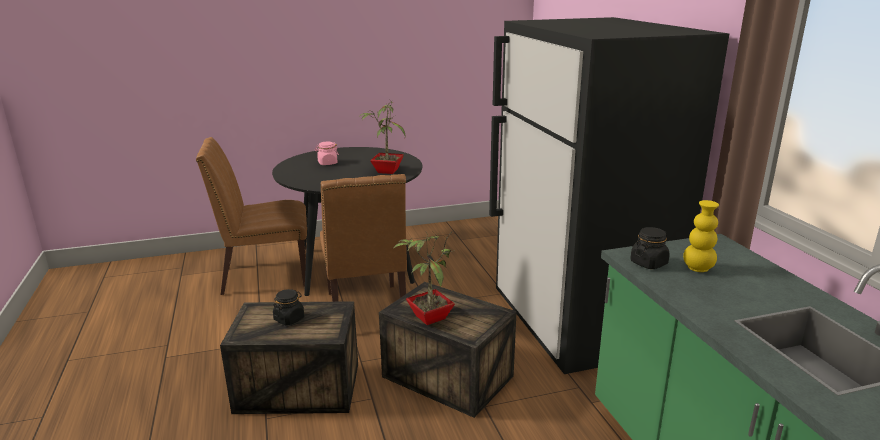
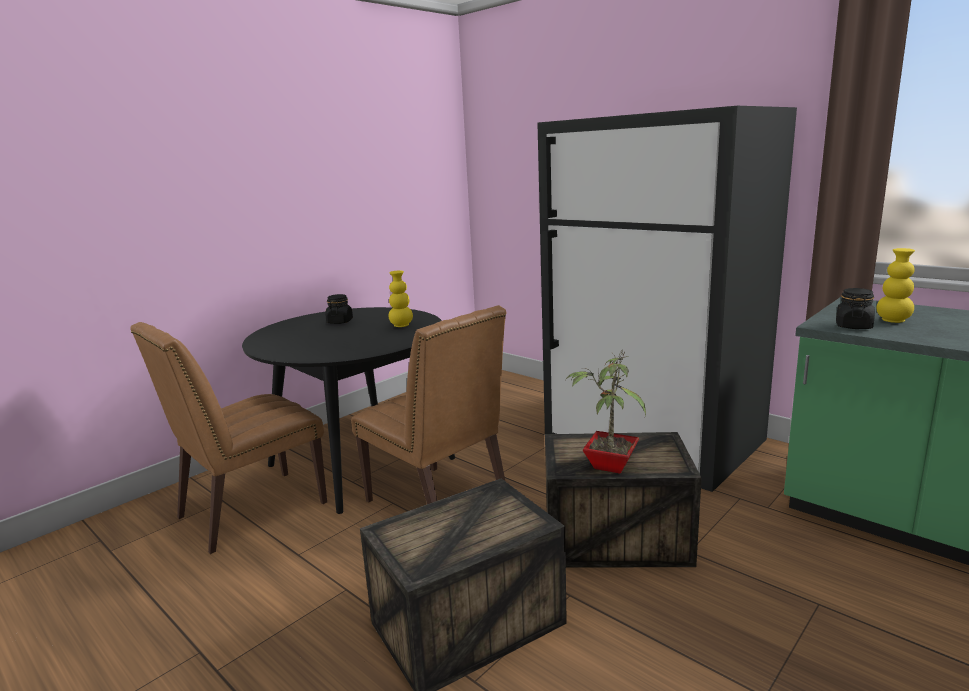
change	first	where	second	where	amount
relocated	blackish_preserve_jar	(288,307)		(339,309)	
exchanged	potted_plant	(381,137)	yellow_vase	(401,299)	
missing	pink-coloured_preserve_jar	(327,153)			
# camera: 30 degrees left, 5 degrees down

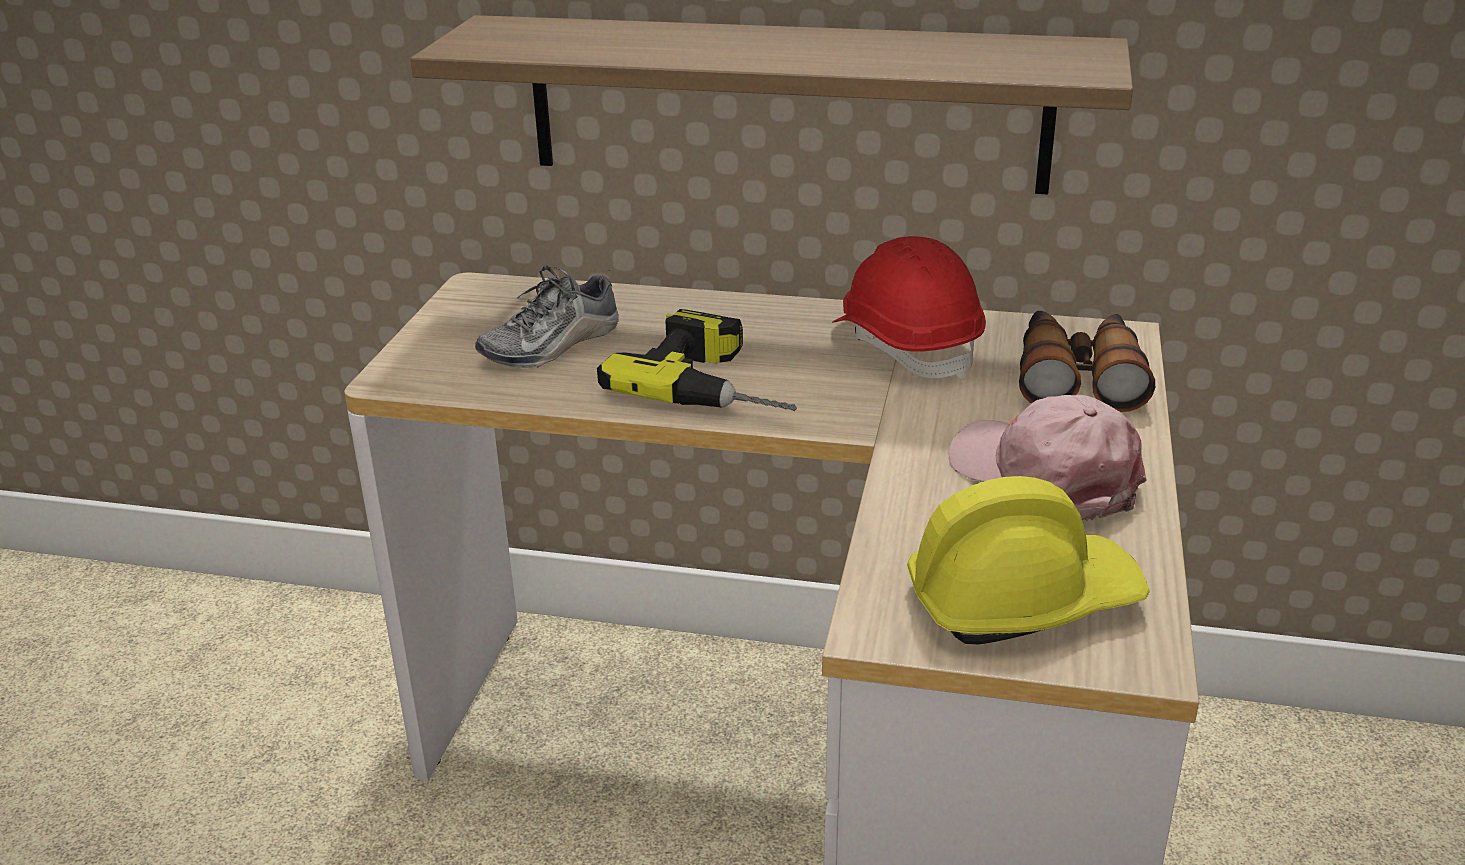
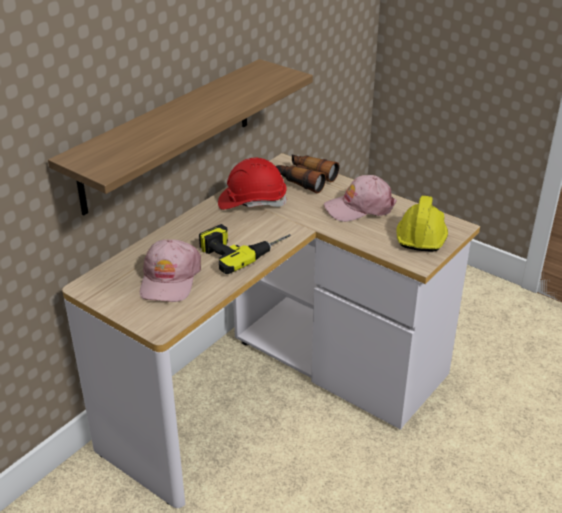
change	first	where	second	where	amount
exchanged	item_of_footwear	(547,316)	pink-coloured_baseball_cap	(170,270)	
# camera: 65 degrees left, 5 degrees up

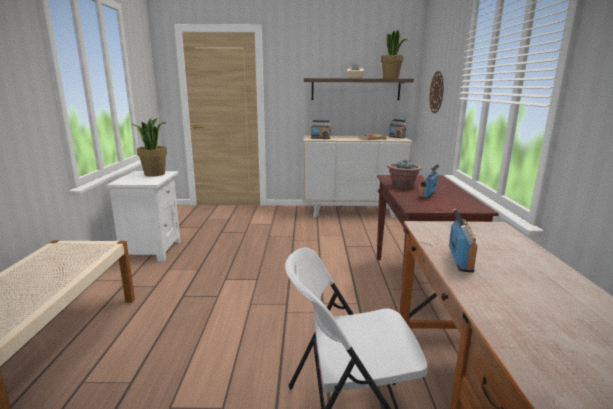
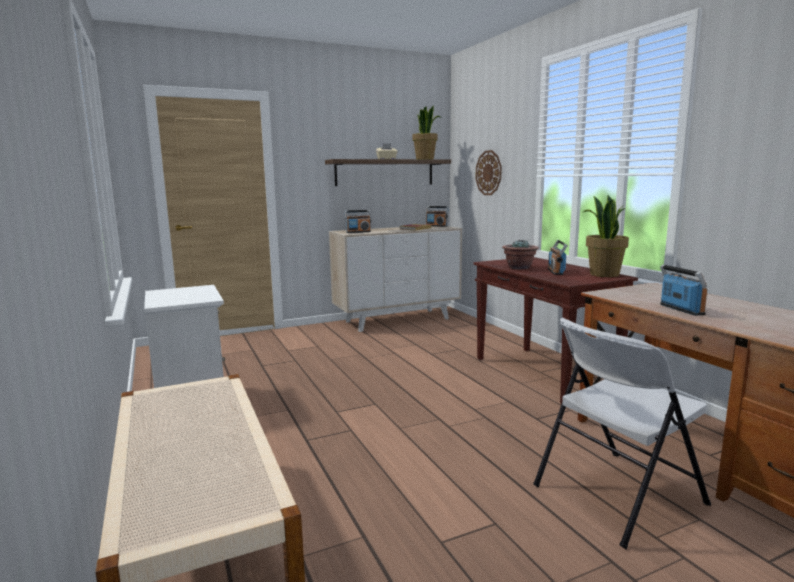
change	first	where	second	where	amount
relocated	potted_plant	(149,147)		(606,236)	
# camera: 25 degrees left, 5 degrees down

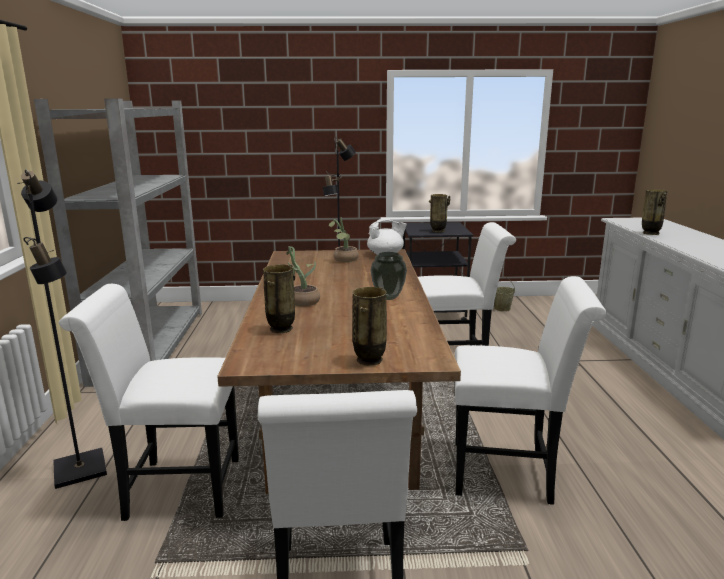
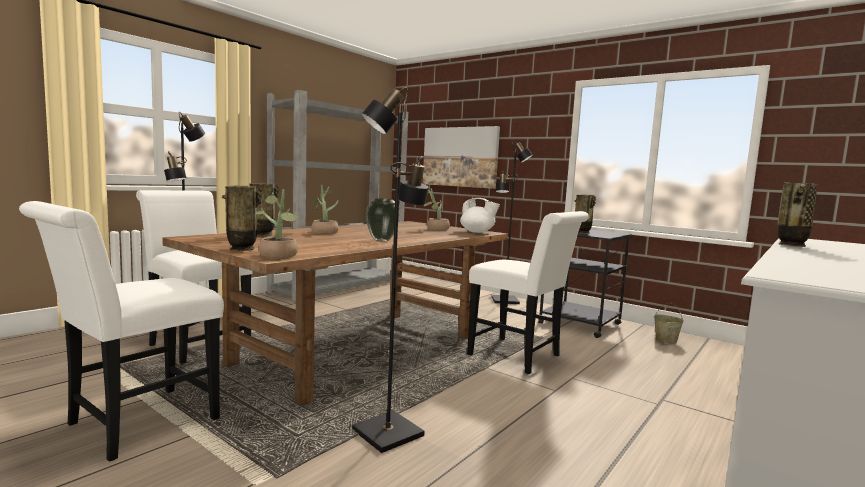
change	first	where	second	where	amount
appeared			potted_plant	(277,224)	
exchanged	whitish_upright_chair	(531,390)	blackish_standing_lamp	(390,270)	
appeared			picture	(461,157)	
# camera: 40 degrees right, 10 degrees down

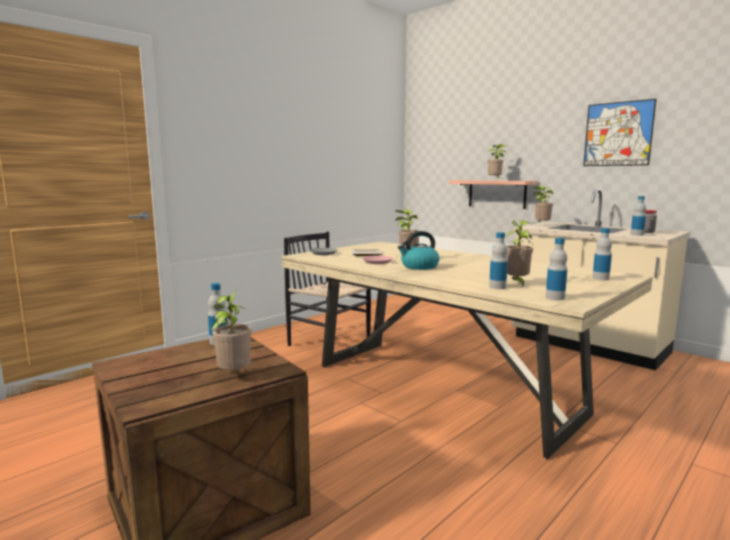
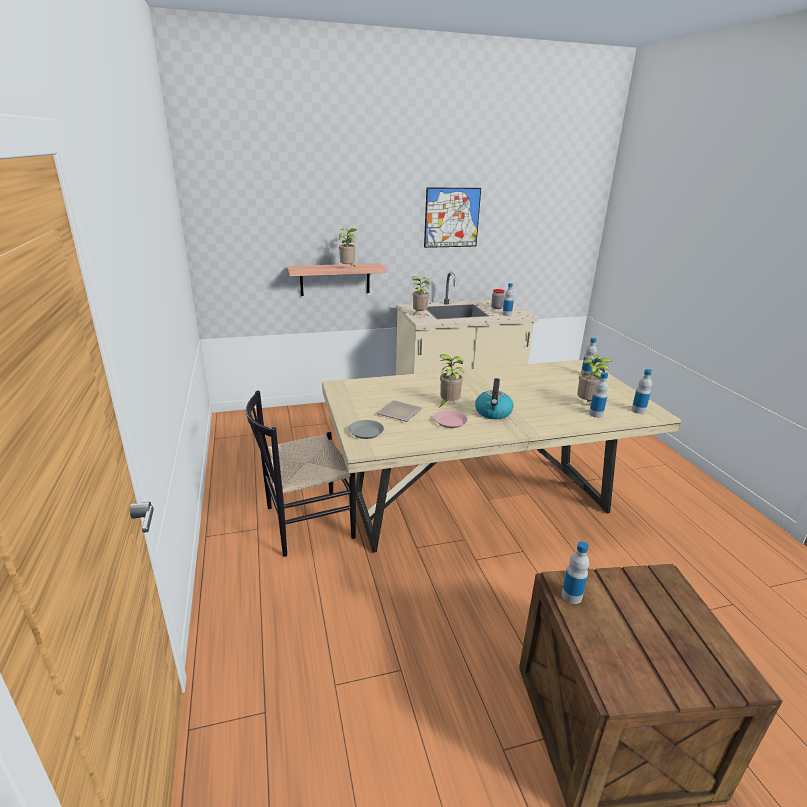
change	first	where	second	where	amount
missing	potted_plant	(231,330)			
# camera: 60 degrees left, 15 degrees up

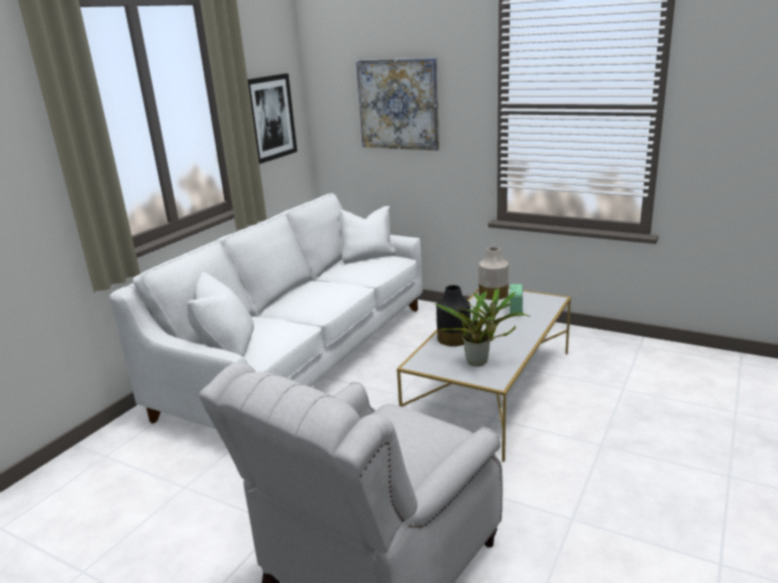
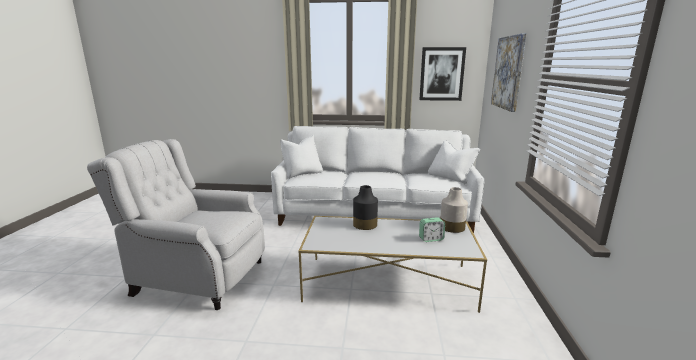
change	first	where	second	where	amount
missing	potted_plant	(482,327)			
# camera: 65 degrees right, 5 degrees down

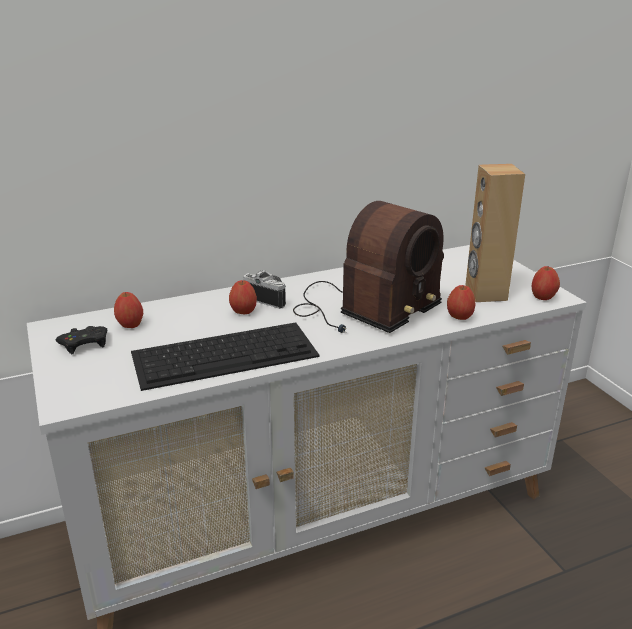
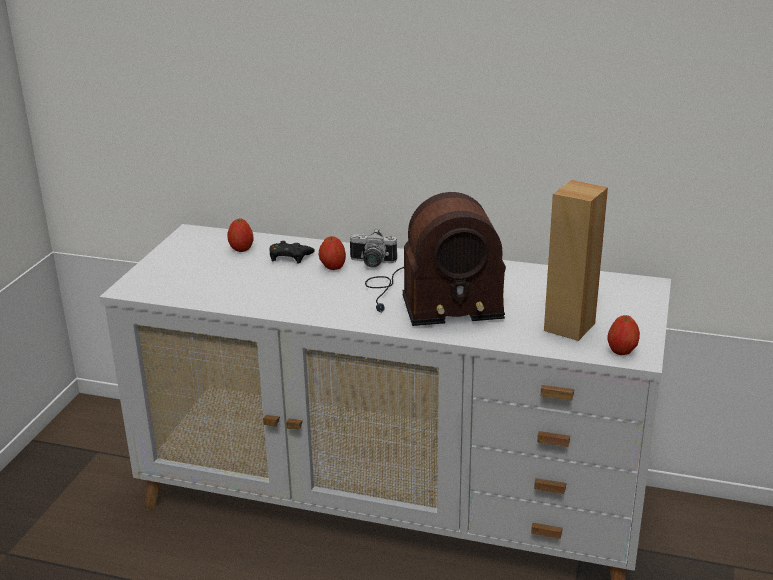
change	first	where	second	where	amount
relocated	blackish_gamepad	(81,340)		(292,252)	
spun	still_camera	(265,289)		(373,248)	120 degrees clockwise
missing	PC_keyboard	(225,356)			
missing	whole_apple	(461,302)			
# camera: 40 degrees right, 0 degrees up

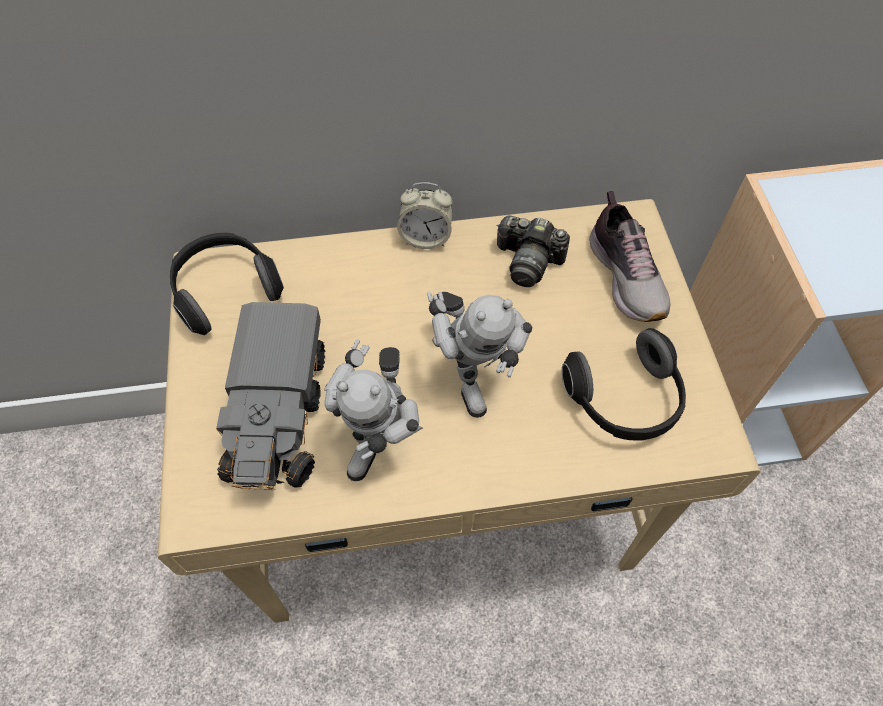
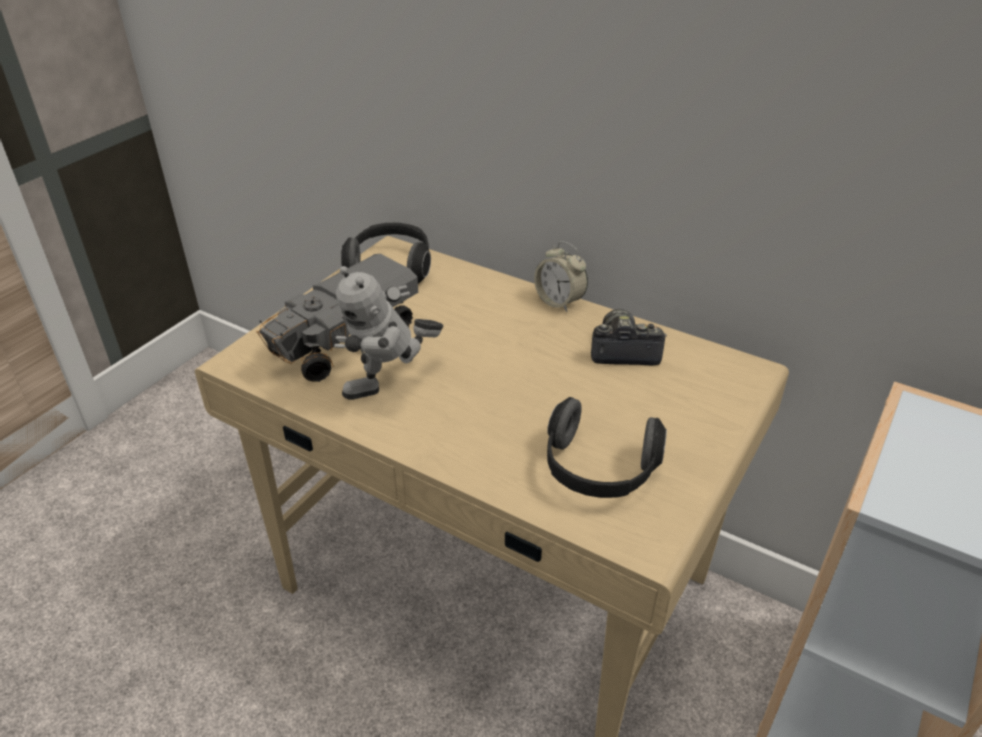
change	first	where	second	where	amount
spun	still_camera	(533,251)		(629,337)	120 degrees clockwise
missing	toy_robot	(479,355)			
missing	item_of_footwear	(630,256)			
# camera: 40 degrees right, 20 degrees down

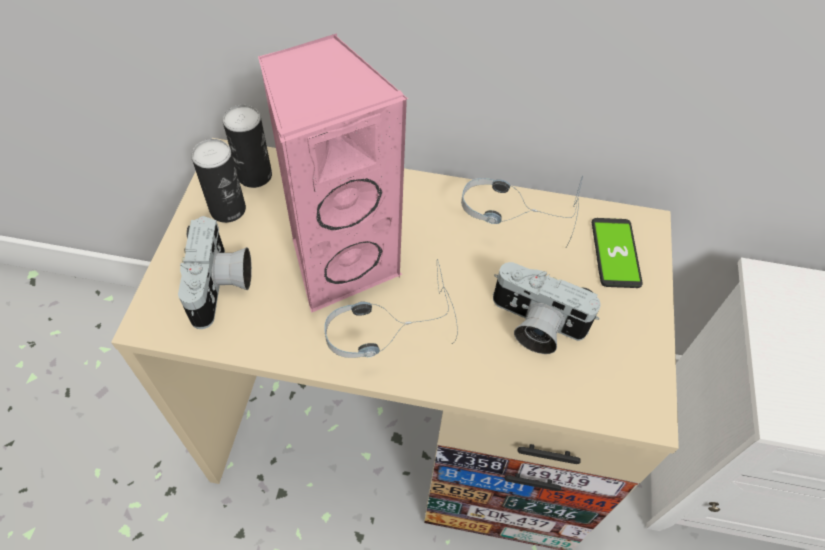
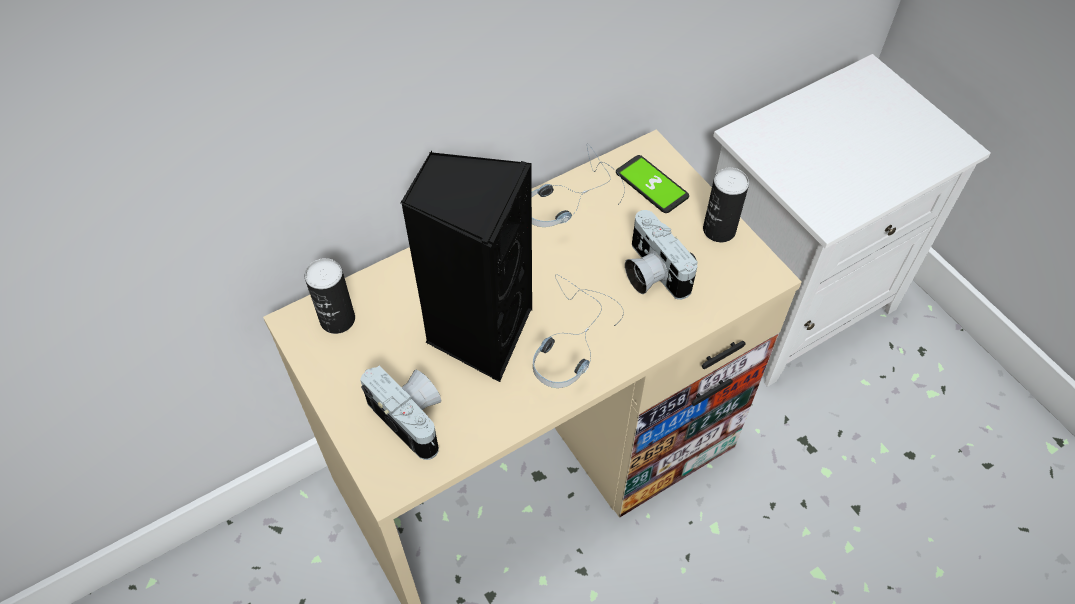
change	first	where	second	where	amount
colour	pink-coloured_speaker	(333,173)	blackish_speaker	(467,266)	
spun	still_camera	(547,308)		(661,255)	75 degrees clockwise
relocated	metal_can	(218,181)		(726,204)	
# camera: 40 degrees left, 0 degrees up

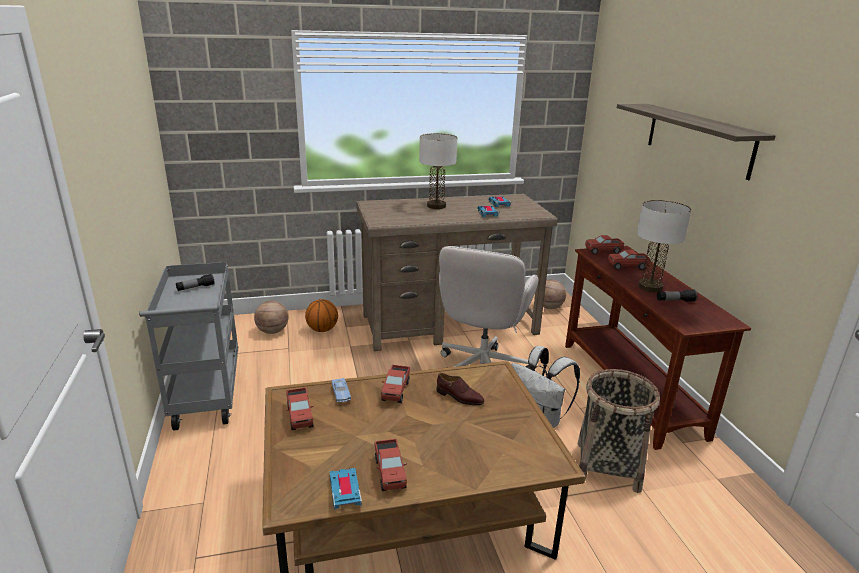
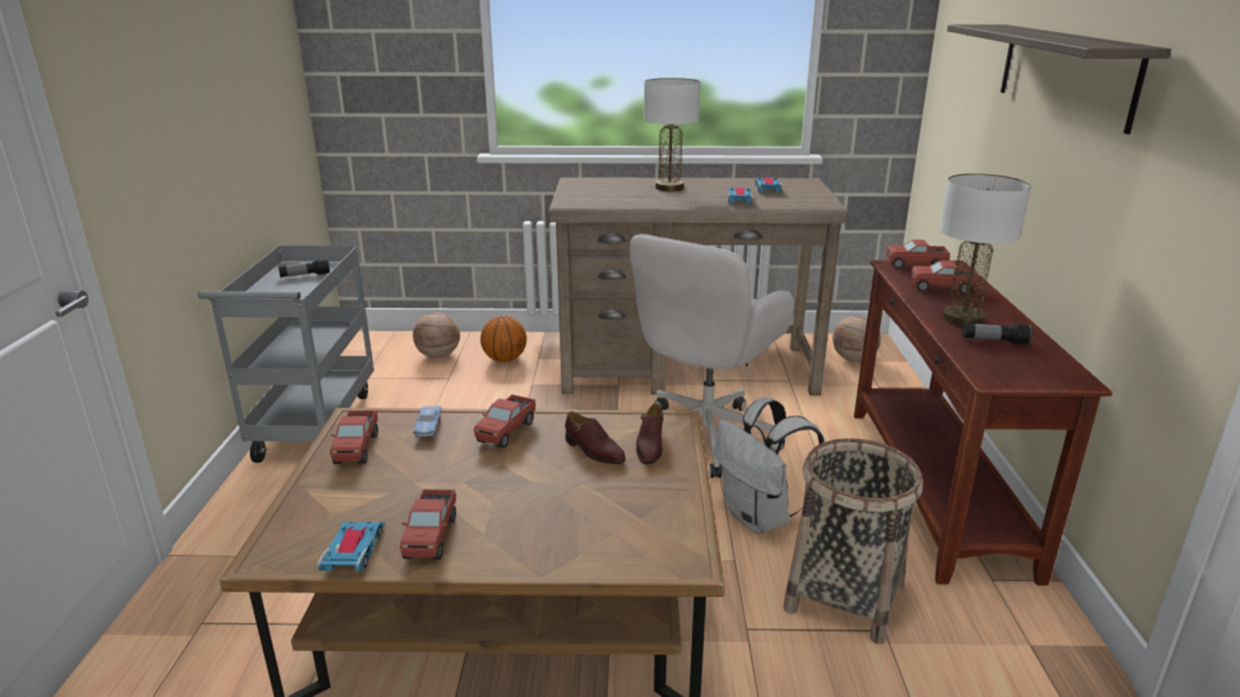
change	first	where	second	where	amount
appeared			brownish_item_of_footwear	(649,433)	
# camera: 15 degrees right, 0 degrees up

